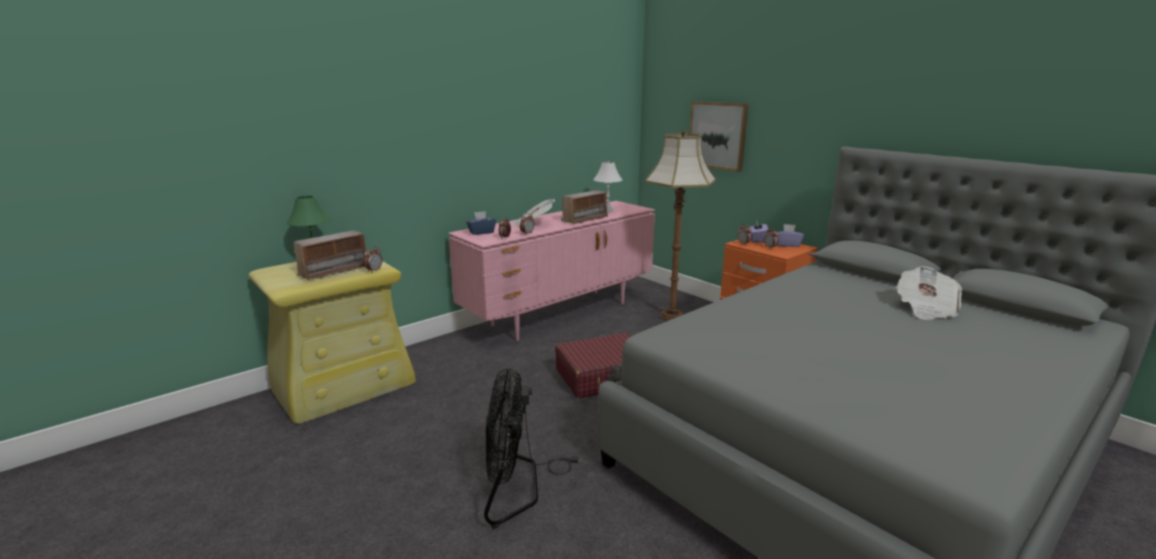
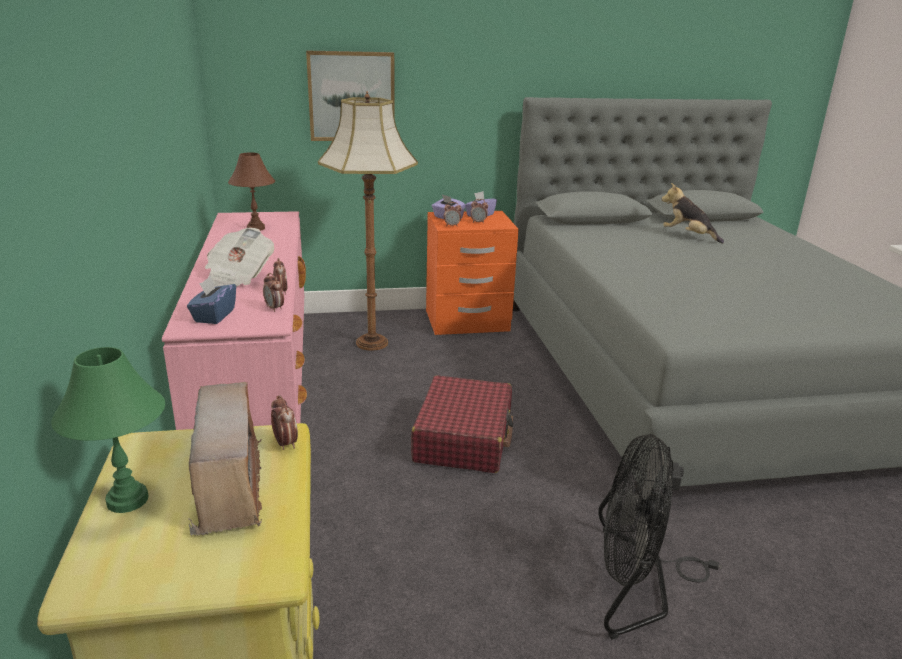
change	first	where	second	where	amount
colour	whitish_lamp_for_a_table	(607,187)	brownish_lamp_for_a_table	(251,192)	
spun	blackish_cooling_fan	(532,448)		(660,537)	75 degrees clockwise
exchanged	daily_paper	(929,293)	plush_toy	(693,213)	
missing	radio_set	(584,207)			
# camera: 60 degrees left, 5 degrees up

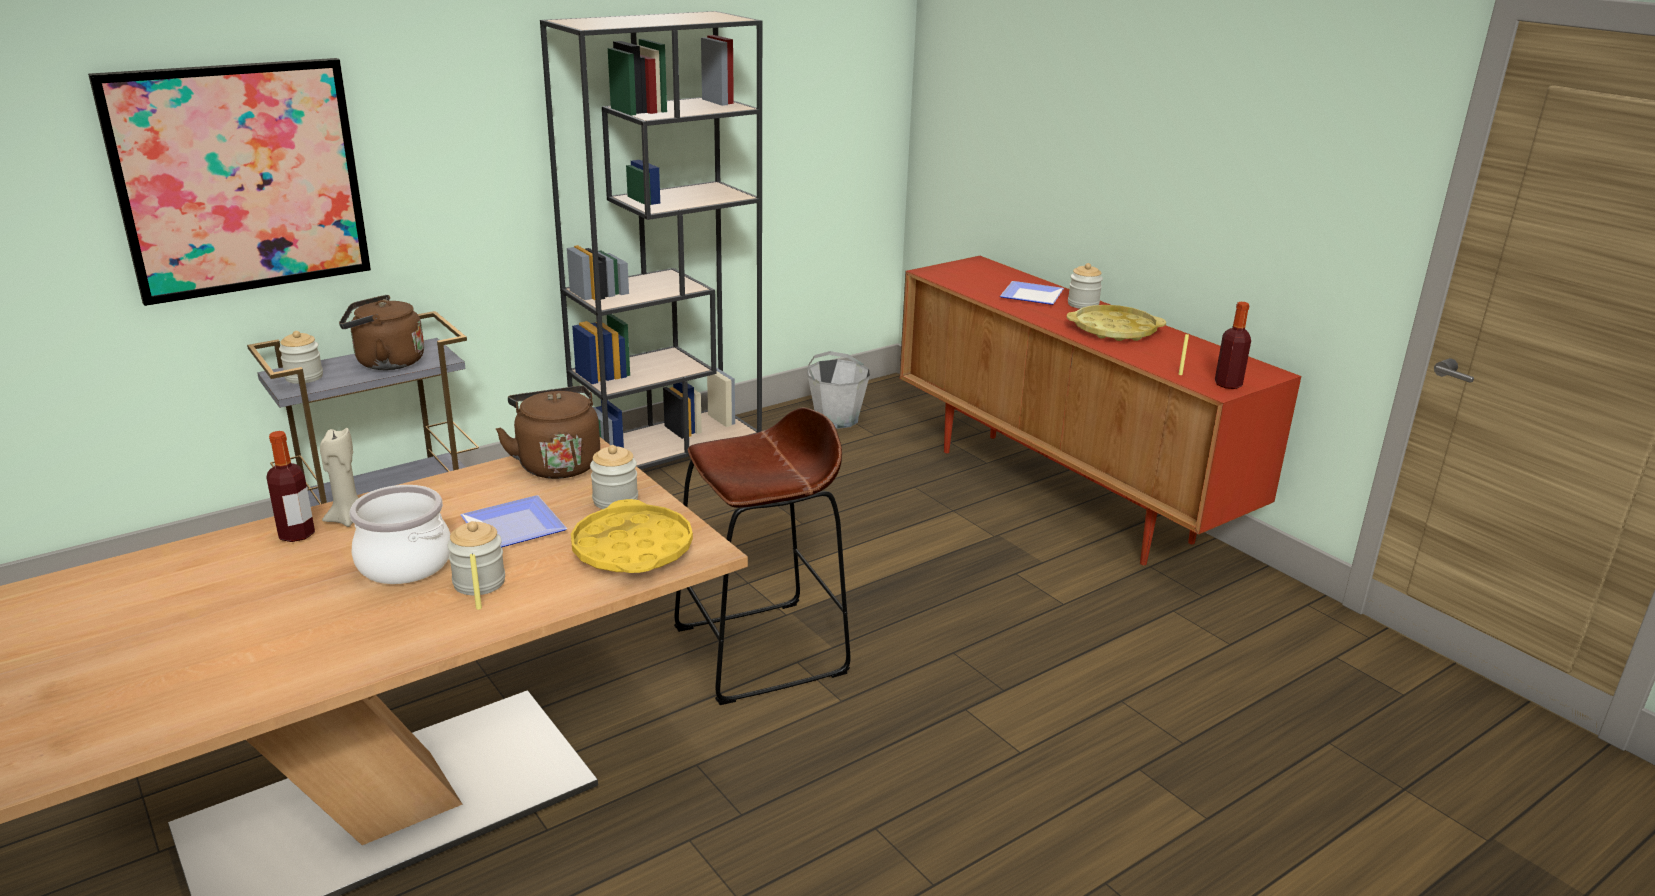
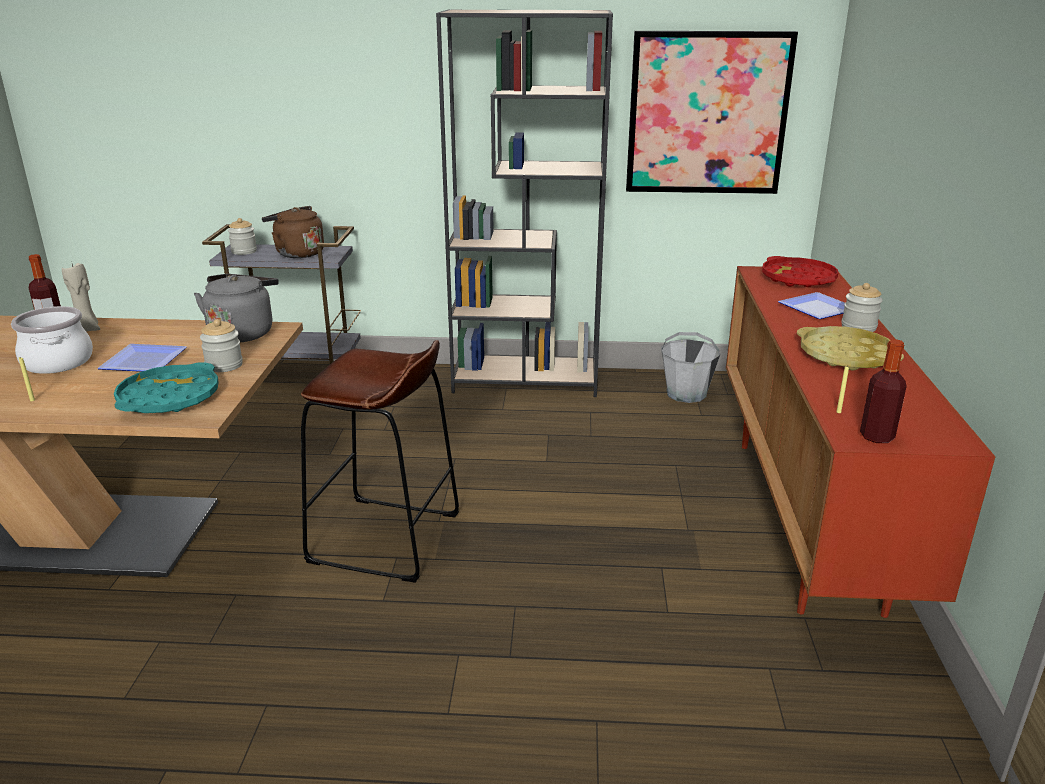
change	first	where	second	where	amount
colour	yellow_tray	(632,536)	turquoise_tray	(166,387)	
colour	brownish_kettle	(548,432)	greyish_kettle	(236,308)	
relocated	picture	(229,182)		(712,112)	
appeared			reddish_tray	(800,271)	
missing	preserve_jar	(476,558)			
# camera: 40 degrees right, 0 degrees up

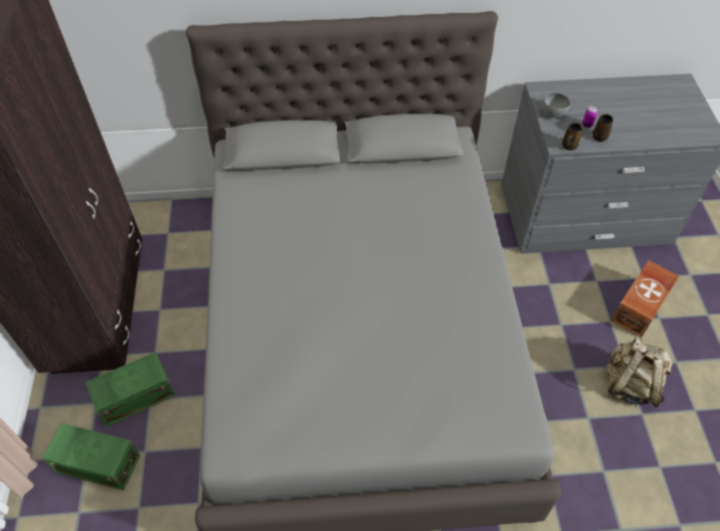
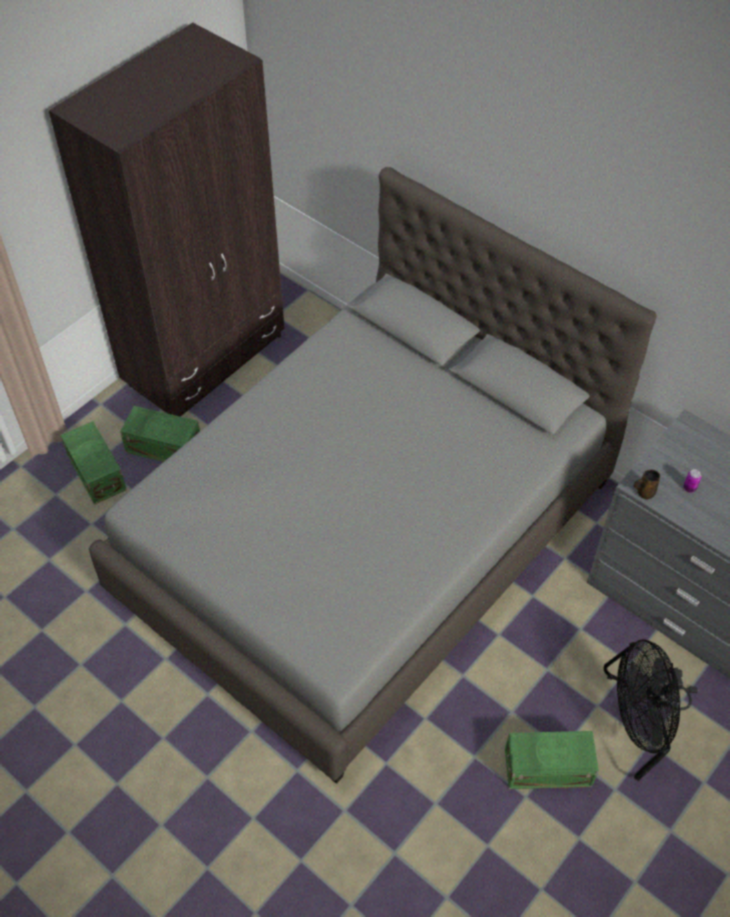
change	first	where	second	where	amount
exchanged	beige_backpack	(639,372)	greenish_storage_box	(552,760)	
exchanged	brownish_storage_box	(645,299)	blackish_cooling_fan	(651,710)	
missing	greyish_serving_bowl	(556,105)			
missing	brownish_mug	(603,128)			
# camera: 45 degrees right, 0 degrees up

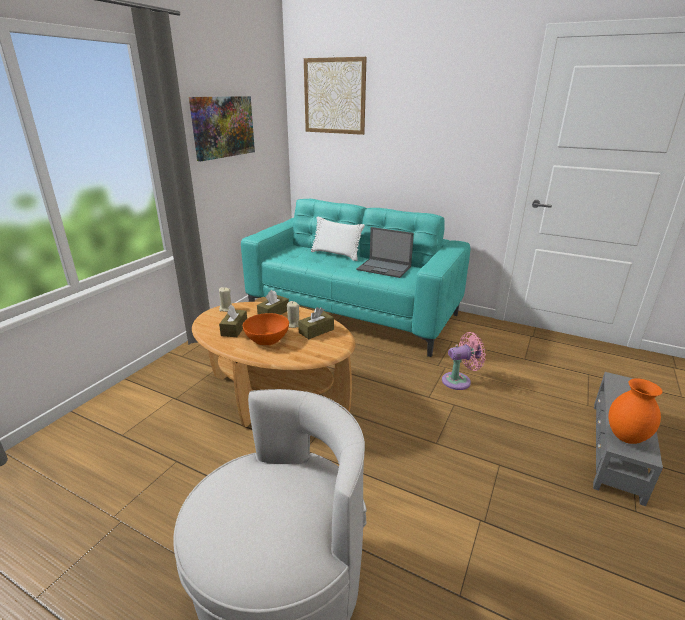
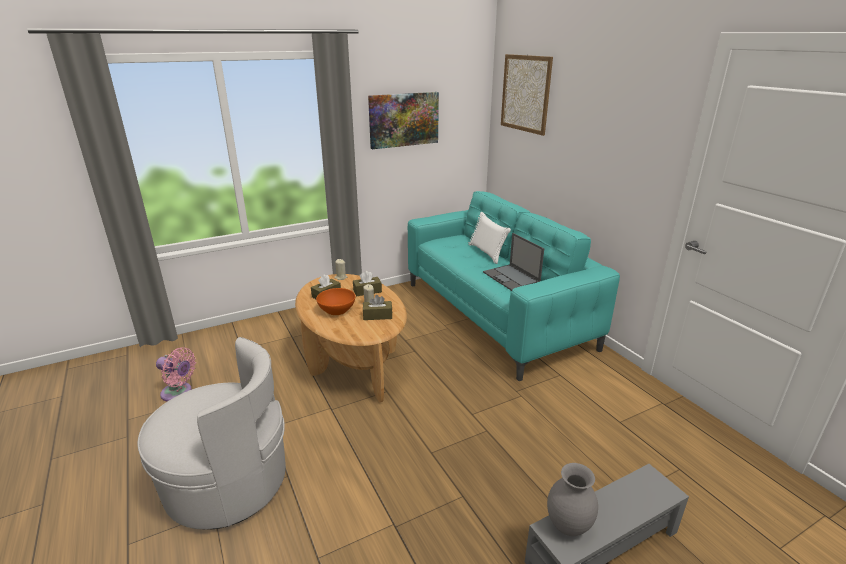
change	first	where	second	where	amount
relocated	pink-coloured_cooling_fan	(464,361)		(176,374)	
colour	orange-coloured_vase	(635,411)	greyish_vase	(572,499)	
# camera: 35 degrees right, 0 degrees up

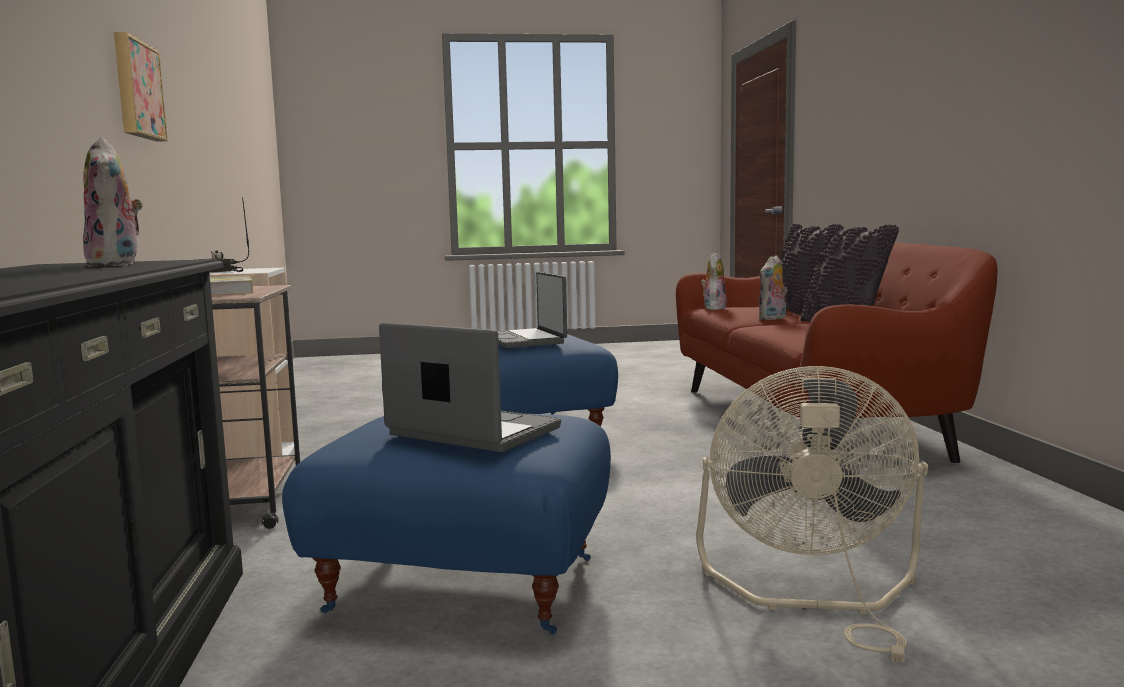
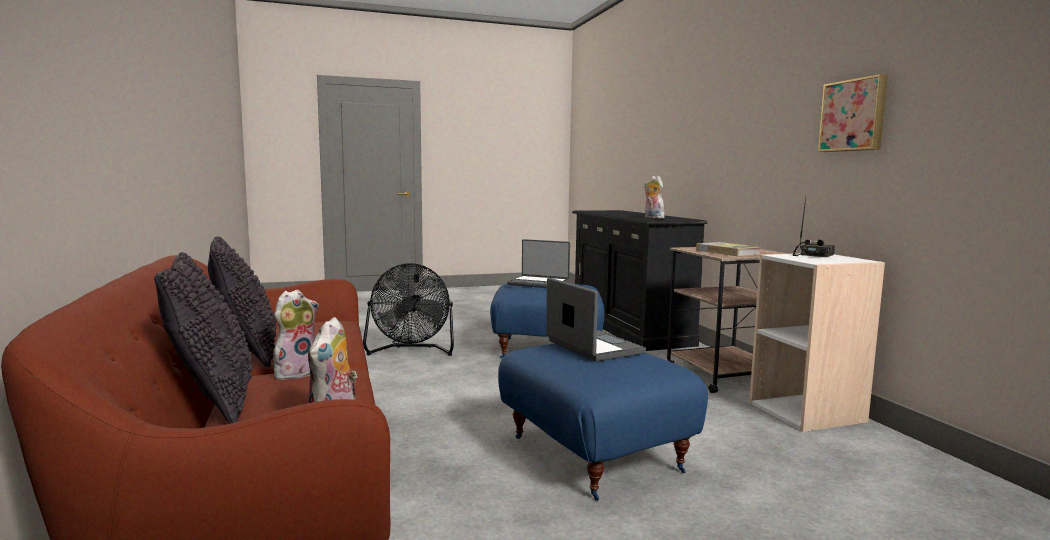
change	first	where	second	where	amount
colour	beige_cooling_fan	(812,514)	blackish_cooling_fan	(408,309)	
# camera: 170 degrees right, 0 degrees up

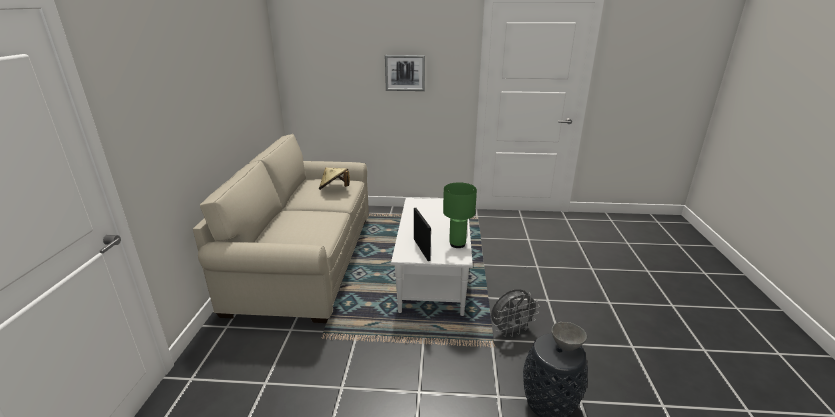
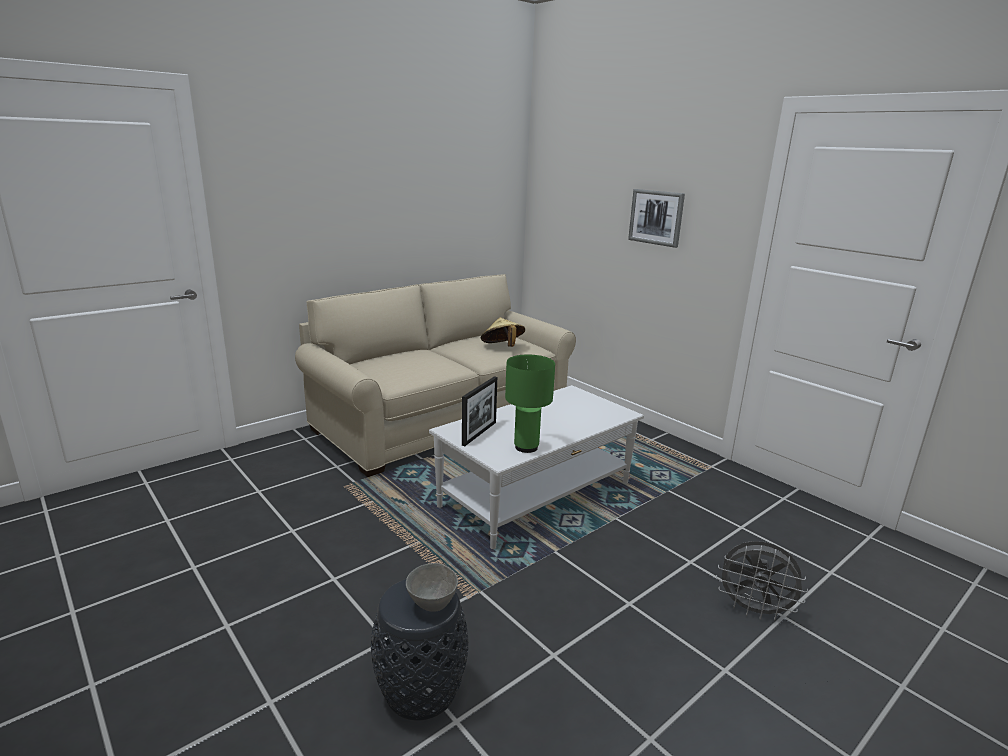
change	first	where	second	where	amount
relocated	greyish_cooling_fan	(515,313)		(762,580)	
# camera: 45 degrees right, 5 degrees down

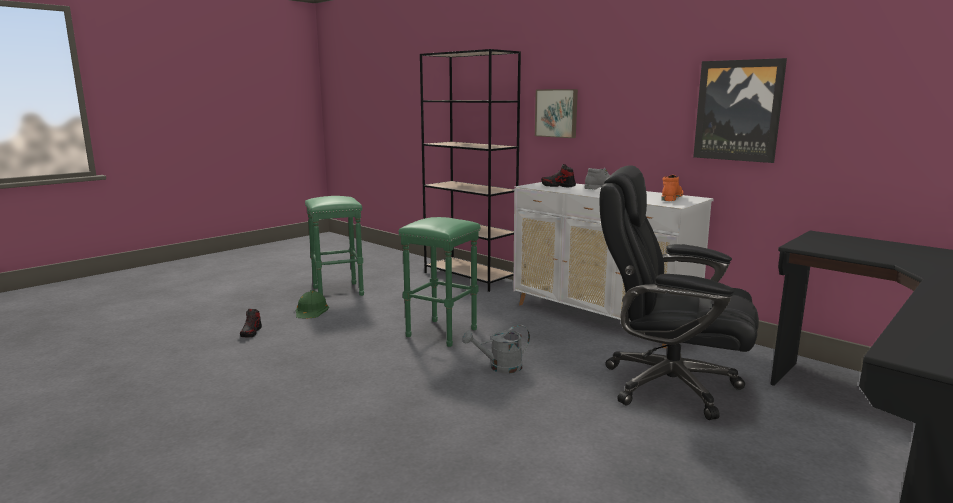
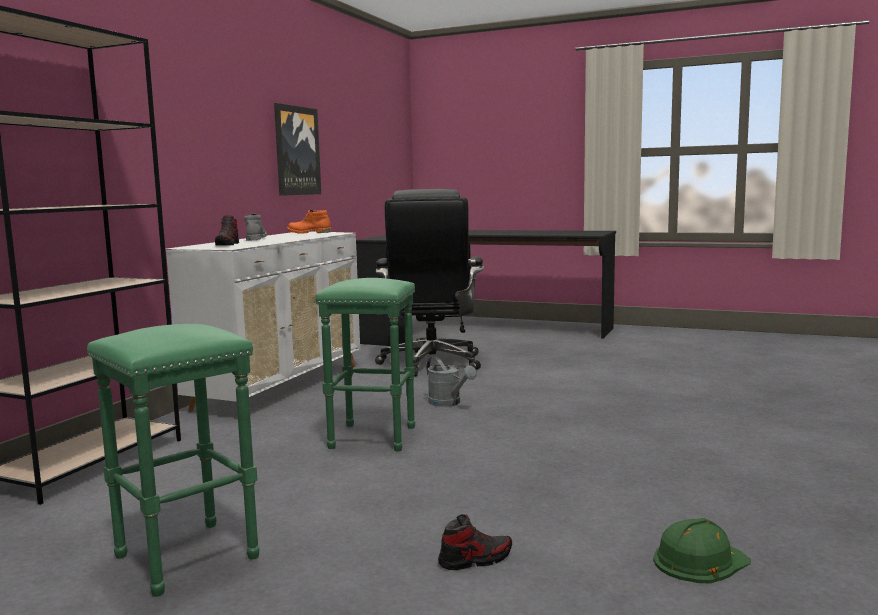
change	first	where	second	where	amount
relocated	greenish_work_helmet	(312,304)		(702,551)	
missing	picture	(556,113)			
# camera: 110 degrees left, 5 degrees down

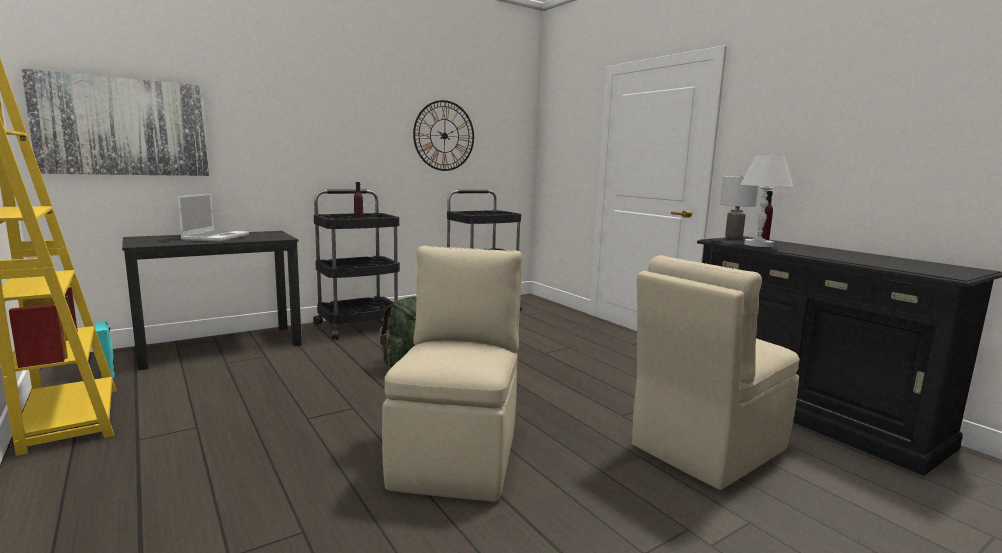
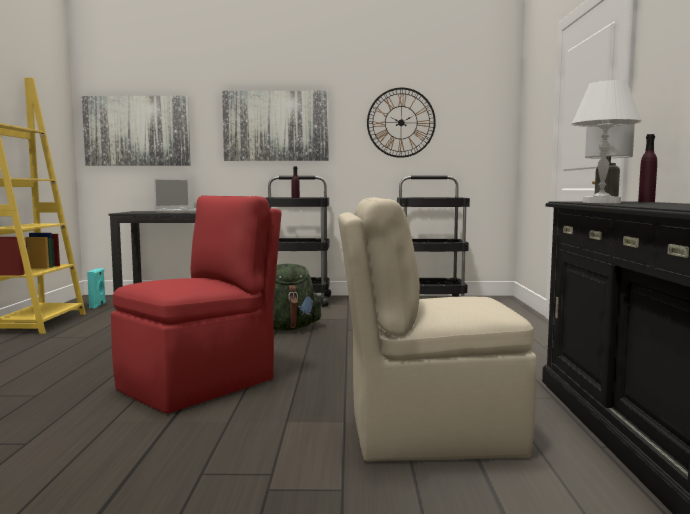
change	first	where	second	where	amount
colour	beige_upright_chair	(452,374)	reddish_upright_chair	(196,304)	
appeared			picture	(275,126)	
# camera: 35 degrees right, 5 degrees down

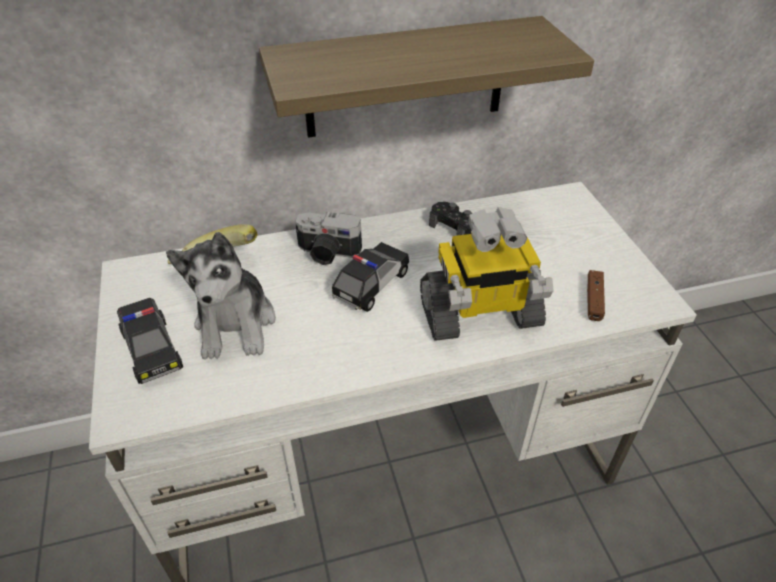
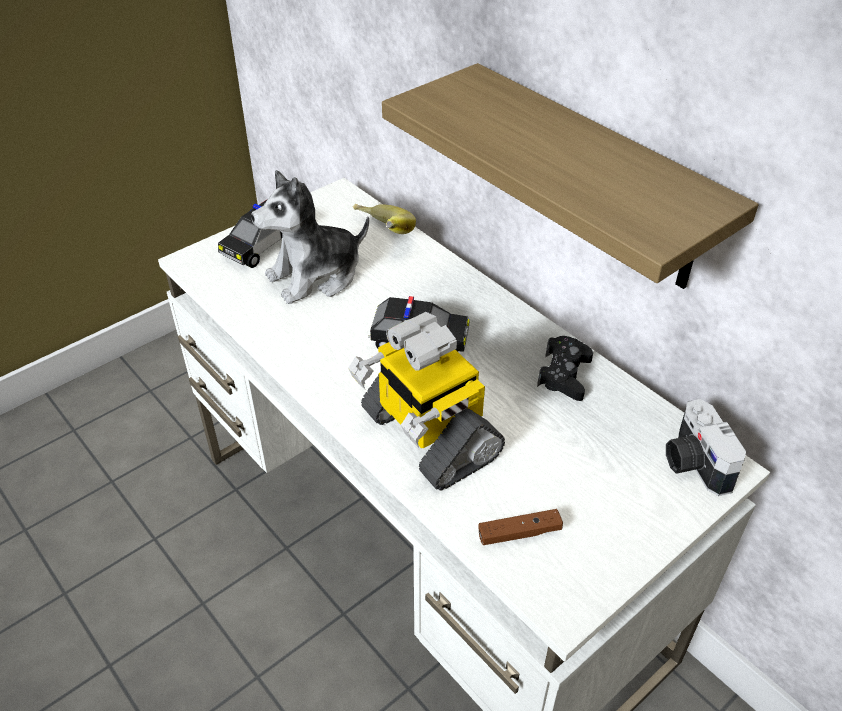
change	first	where	second	where	amount
relocated	still_camera	(328,238)		(706,447)	
# camera: 65 degrees right, 0 degrees up

